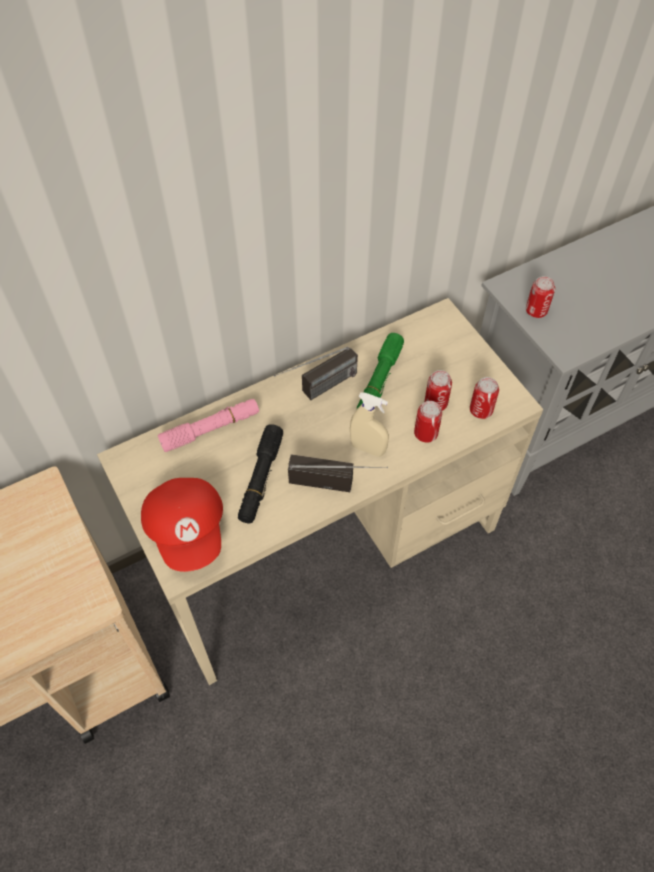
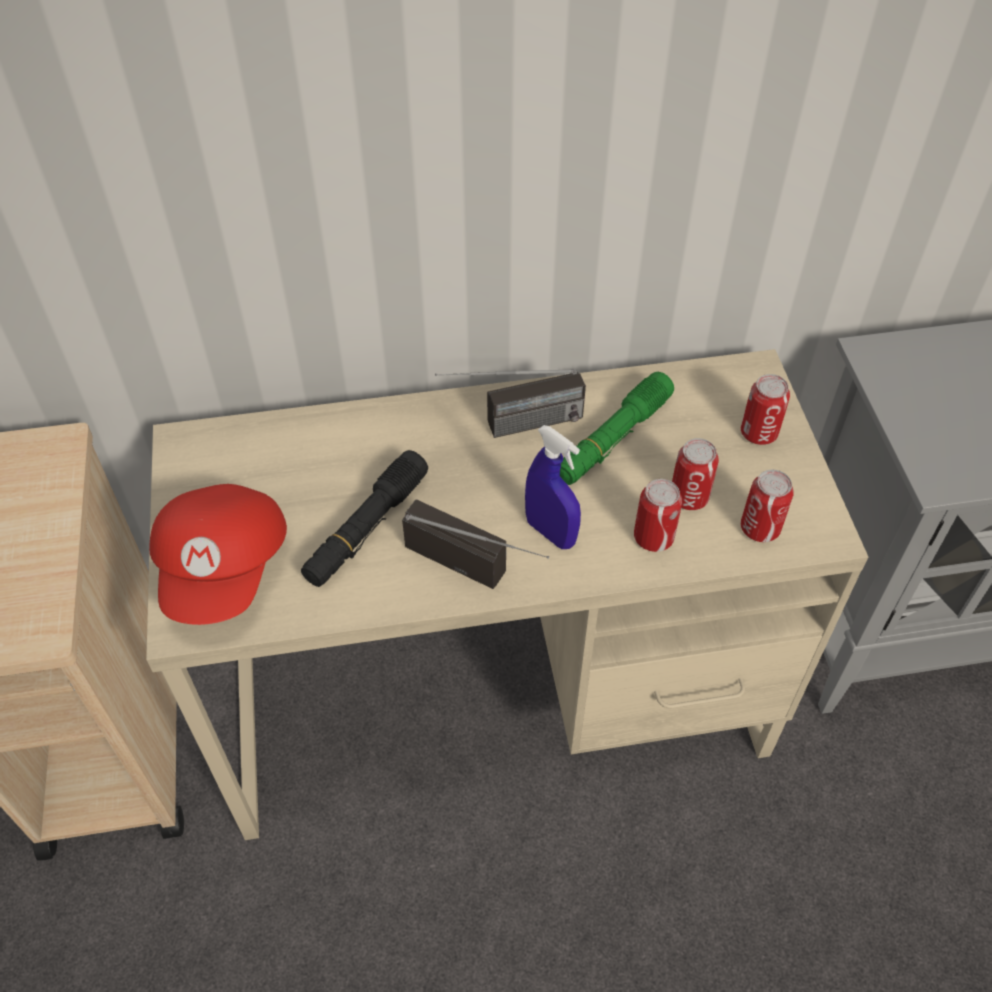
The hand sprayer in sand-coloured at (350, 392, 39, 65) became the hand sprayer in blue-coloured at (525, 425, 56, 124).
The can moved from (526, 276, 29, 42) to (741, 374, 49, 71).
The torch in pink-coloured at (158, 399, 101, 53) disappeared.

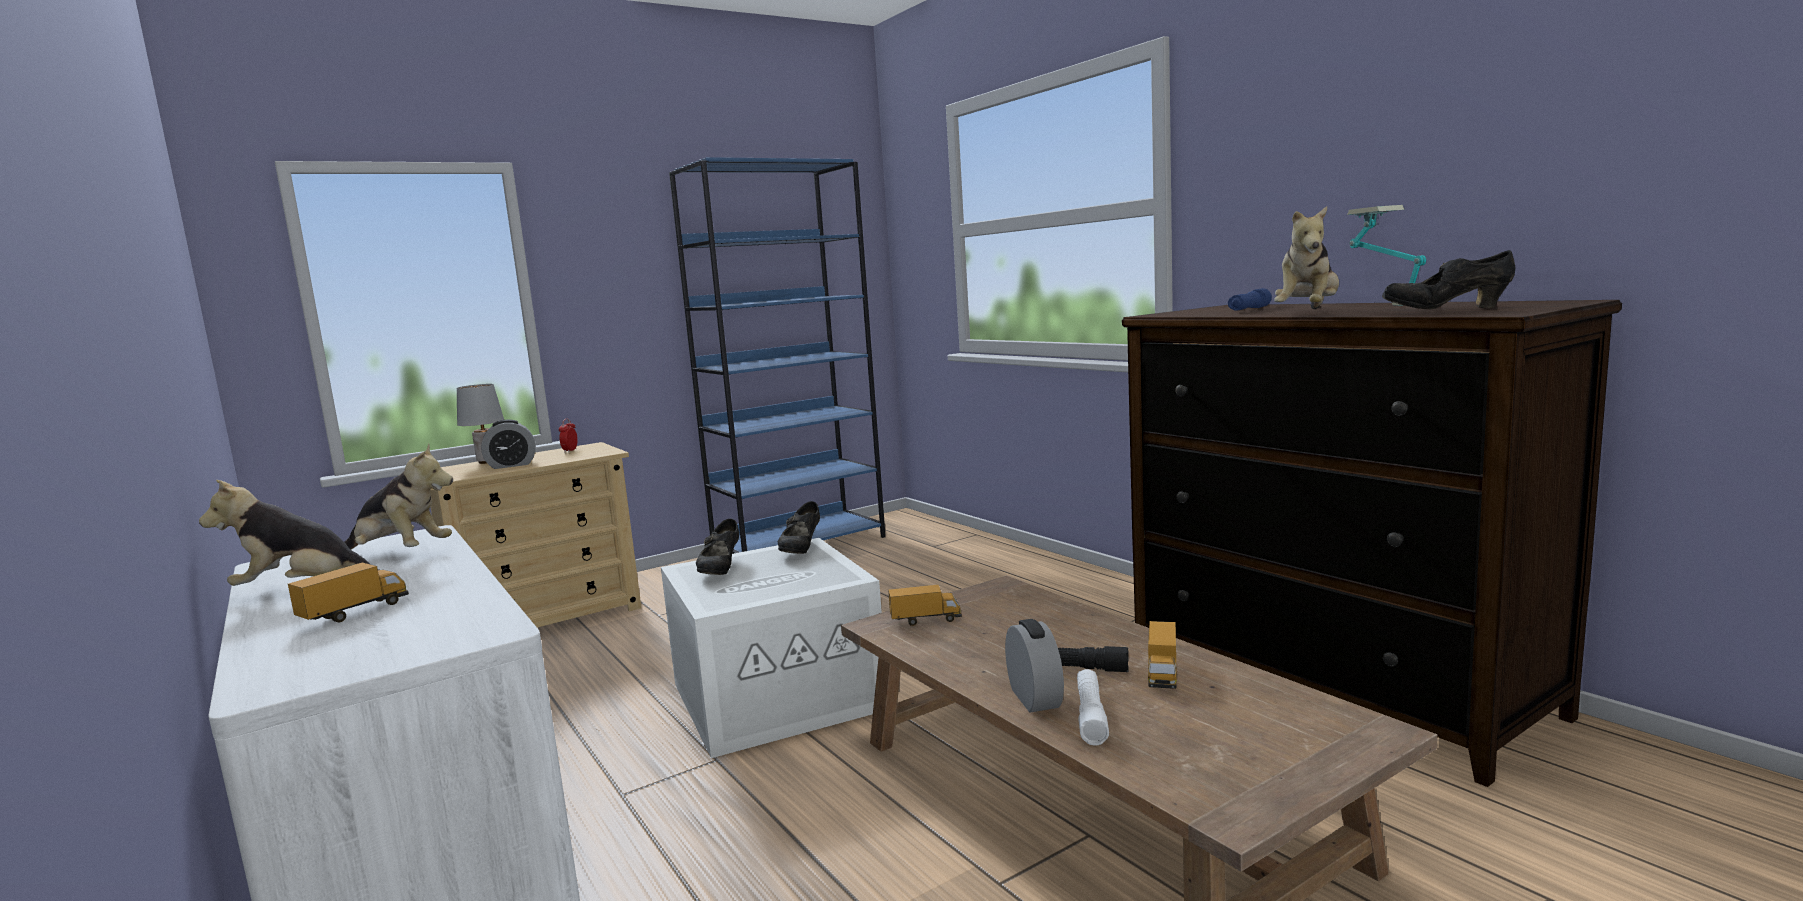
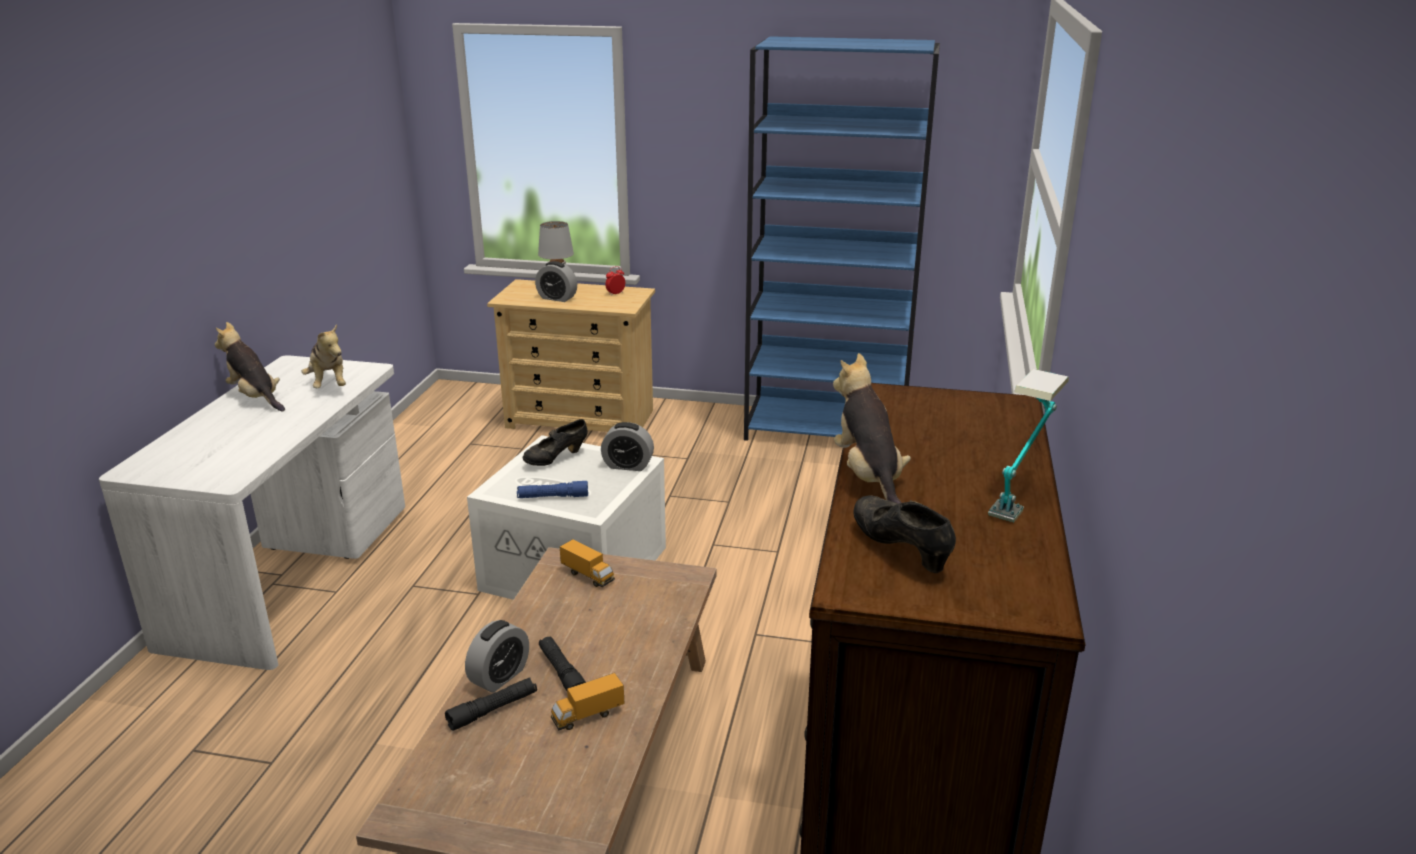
The torch in white-coloured at (1077, 669, 32, 77) became the torch in black-coloured at (445, 677, 92, 54).
The torch in blue-coloured moved from (1228, 288, 44, 23) to (517, 481, 71, 17).
The low shoe in black-coloured at (778, 501, 42, 53) was replaced by the alarm clock at (601, 422, 53, 49).
The soft toy at (1274, 206, 65, 103) turned 90 degrees clockwise.
The toy truck at (288, 563, 121, 59) disappeared.

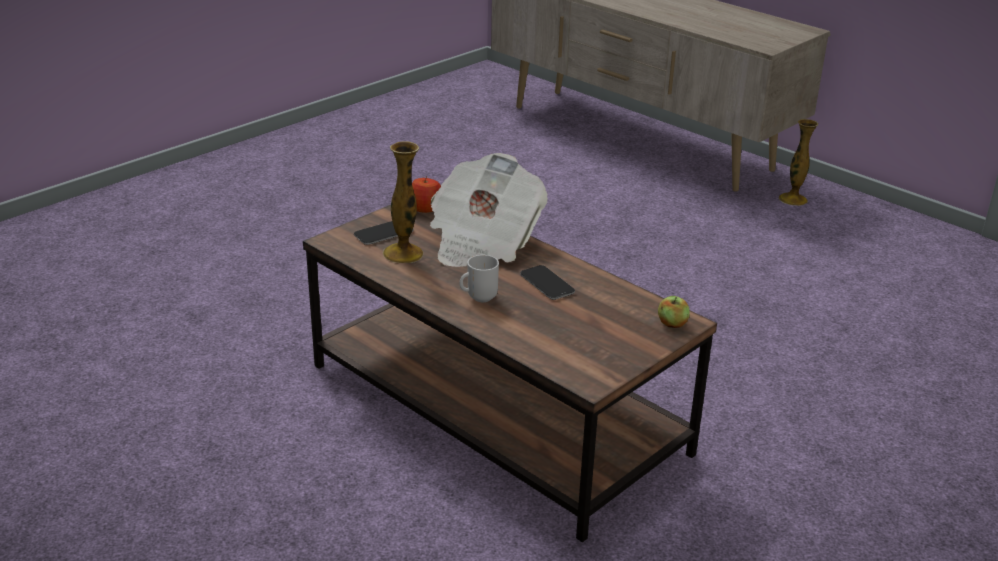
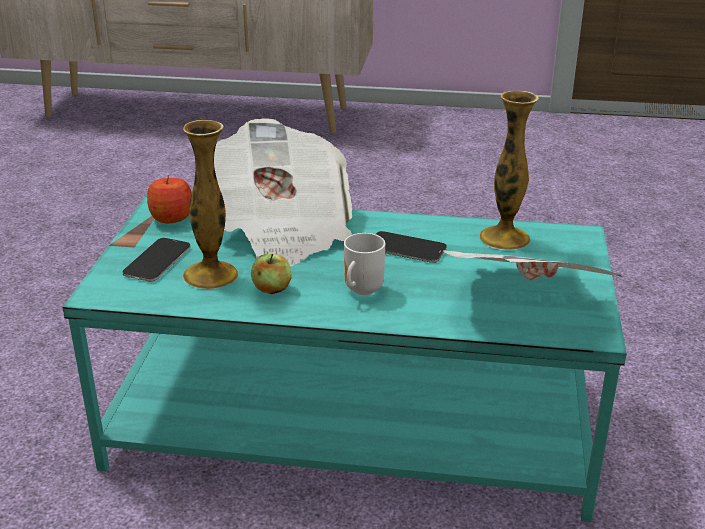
The low table in brownish at (303, 205, 414, 337) became the low table in turquoise at (63, 196, 564, 326).
The apple moved from (658, 296, 32, 32) to (251, 253, 40, 41).
The daily paper at (443, 251, 179, 29) appeared.
The vase moved from (779, 119, 39, 87) to (480, 91, 59, 159).

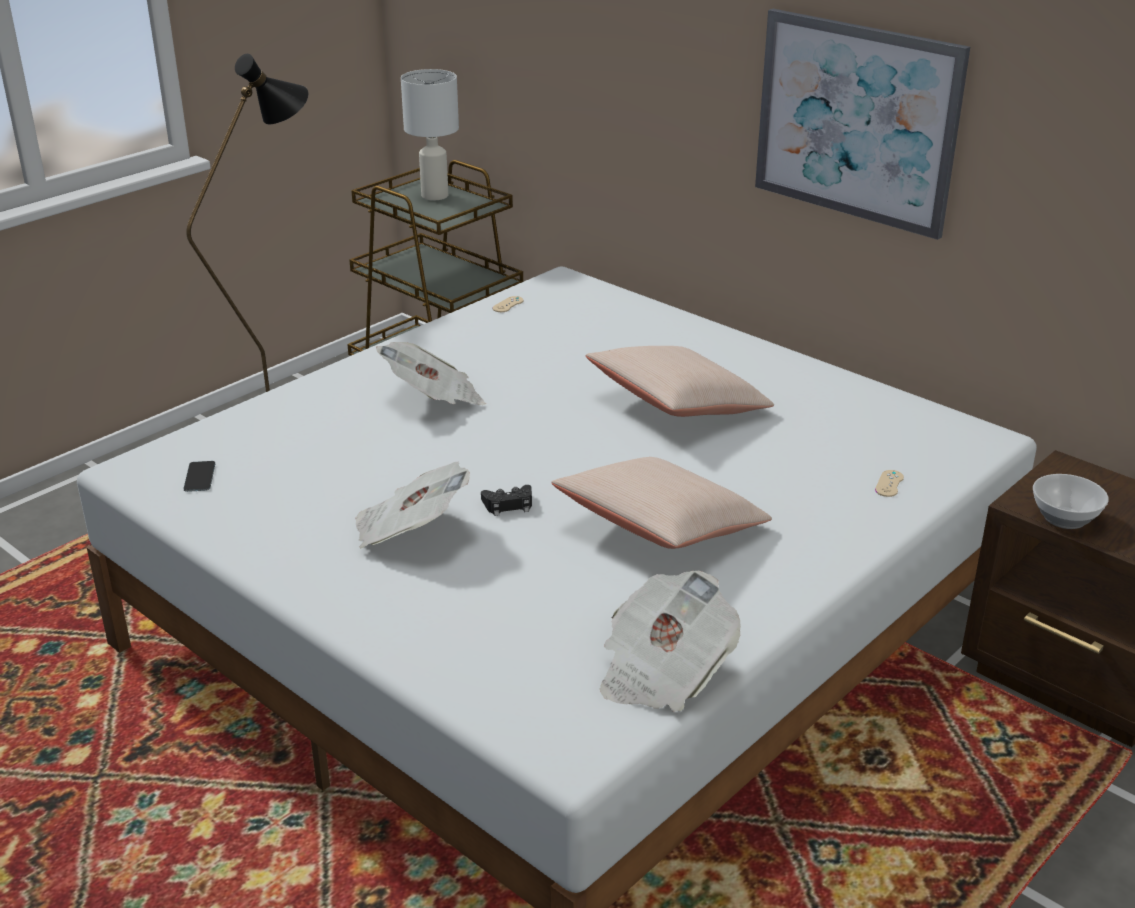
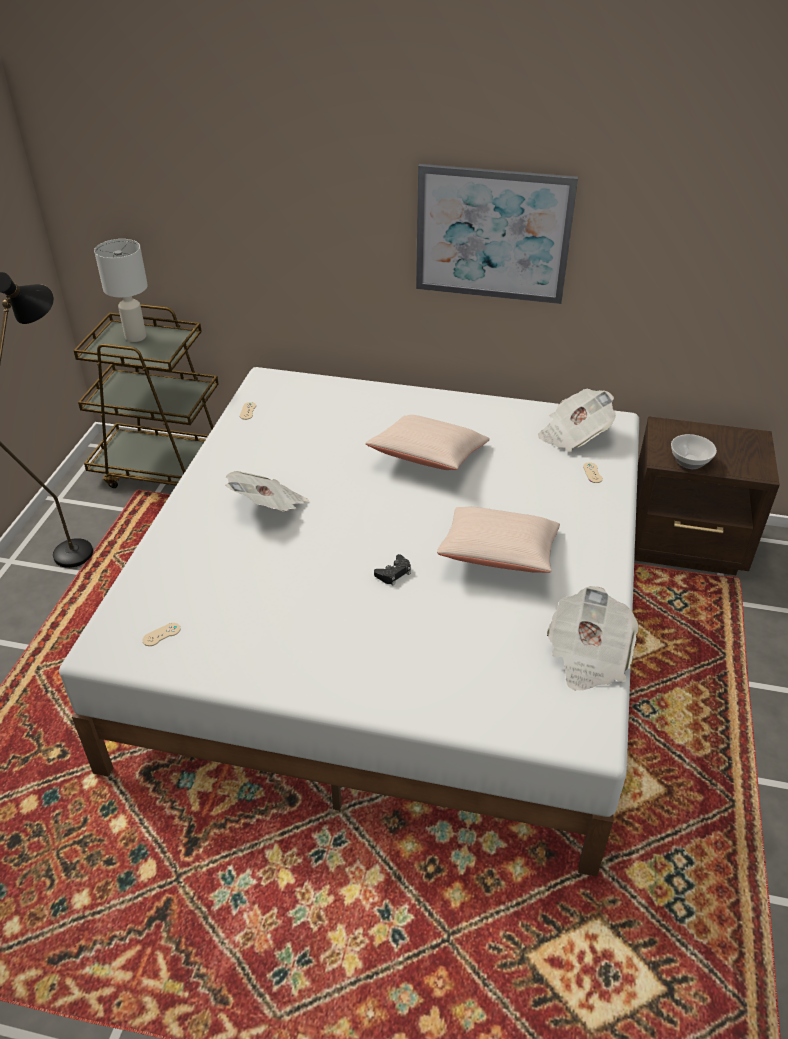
The handset at (183, 461, 32, 31) was replaced by the joypad in sand-coloured at (142, 623, 38, 23).
The daily paper moved from (355, 462, 115, 87) to (538, 388, 78, 64).

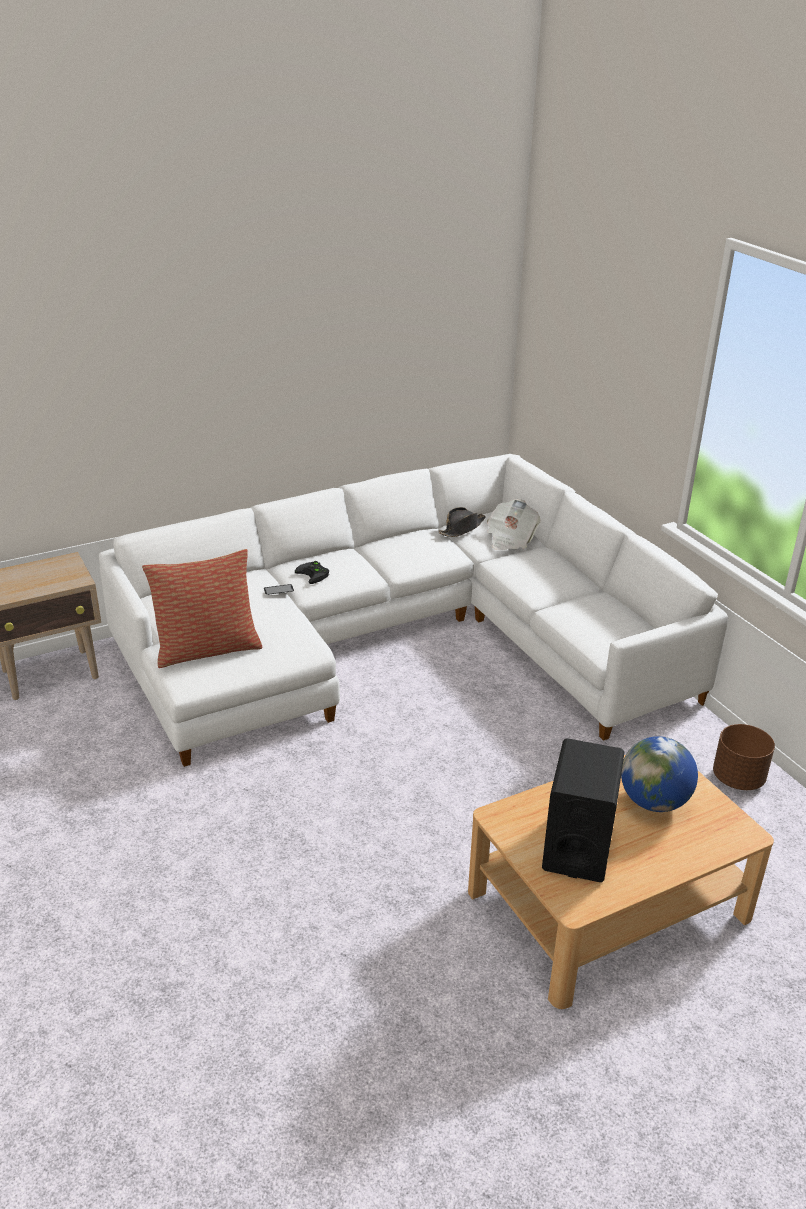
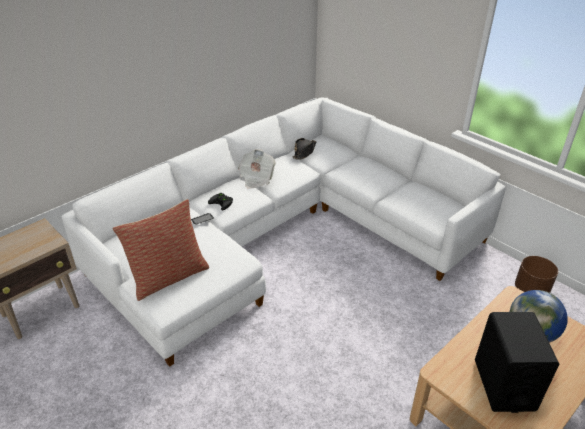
The daily paper moved from (487, 499, 54, 51) to (238, 149, 38, 40).

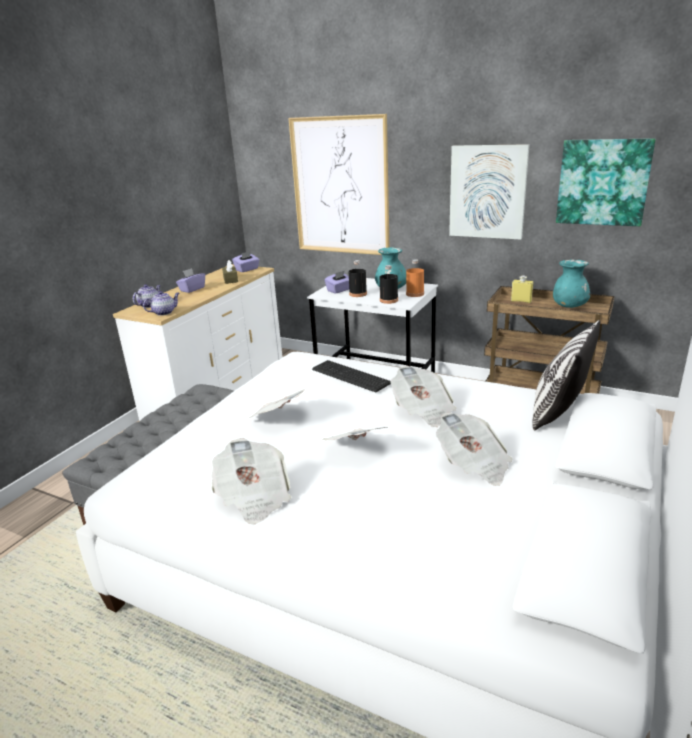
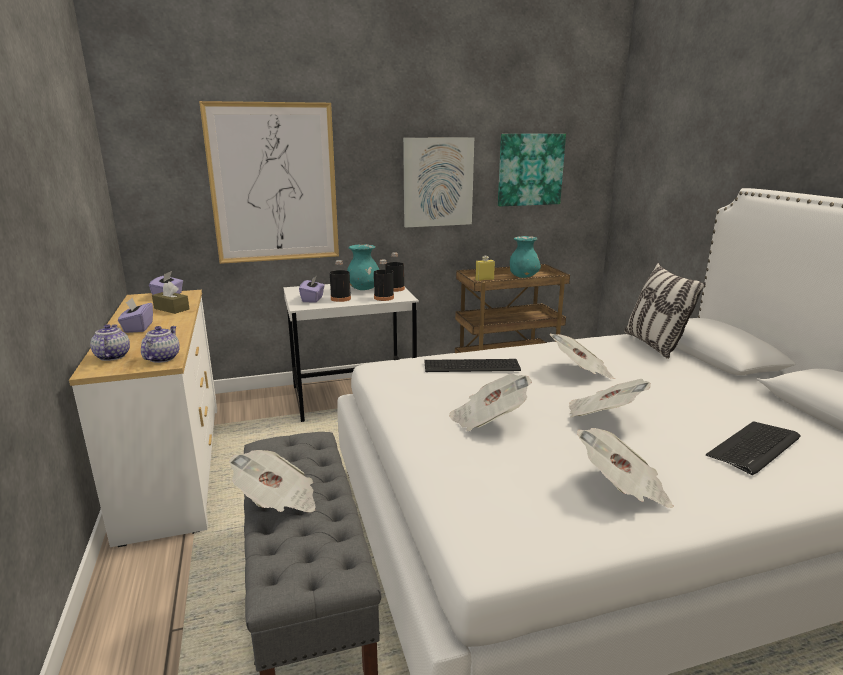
The daily paper moved from (436, 412, 76, 74) to (229, 450, 86, 62).
The beverage bottle in orangey at (406, 259, 18, 38) became the beverage bottle in black-coloured at (386, 252, 19, 40).
The keyboard at (706, 421, 94, 54) appeared.

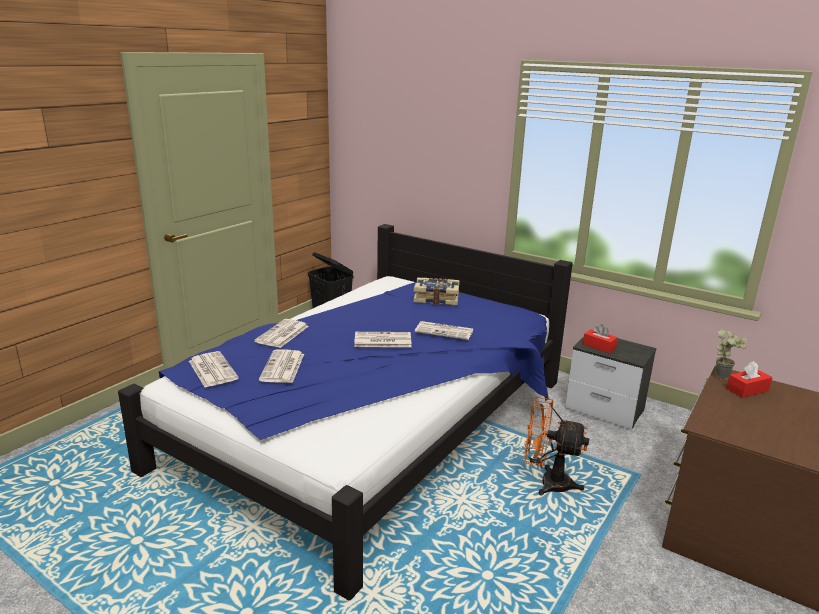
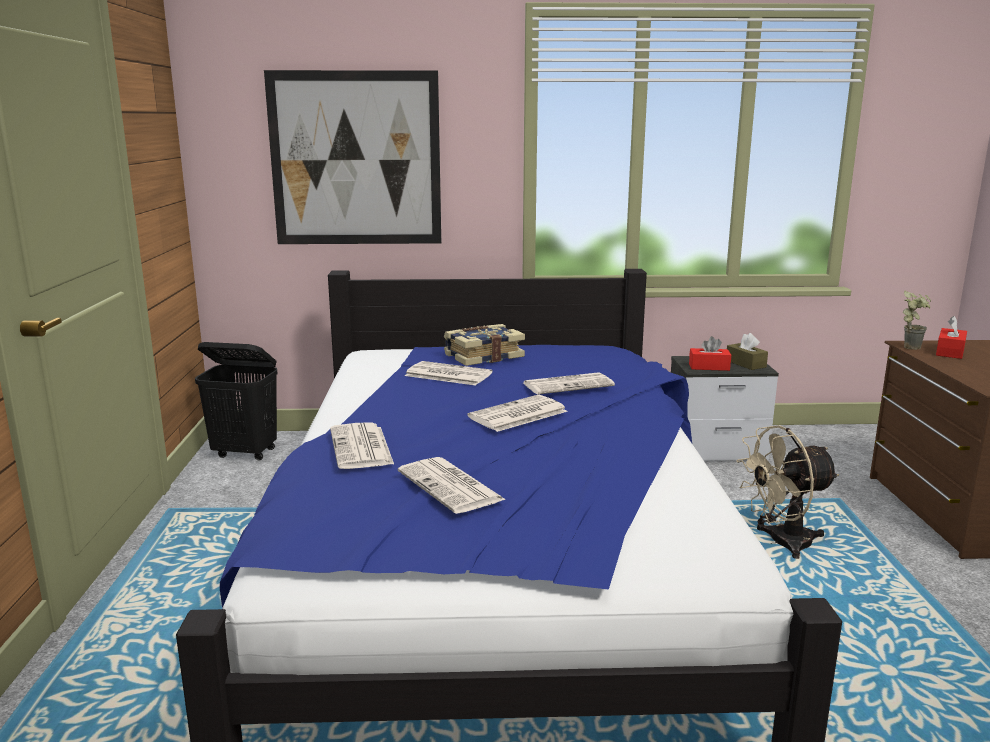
The picture at (264, 70, 177, 174) appeared.
The daily paper moved from (189, 351, 50, 36) to (405, 361, 88, 25).
The tissue box in brownish at (727, 333, 41, 37) appeared.
The fan in orangey at (524, 397, 66, 98) became the fan in sand-coloured at (736, 425, 103, 134).

